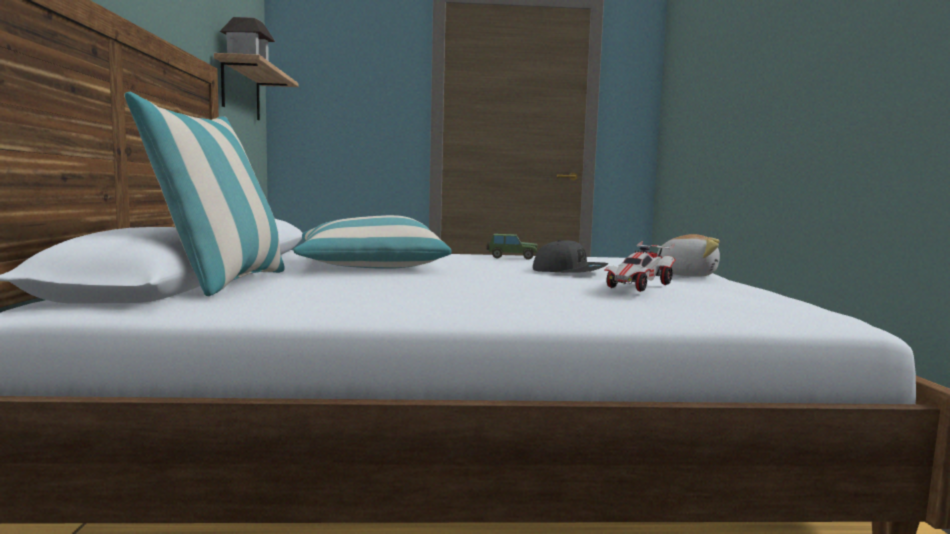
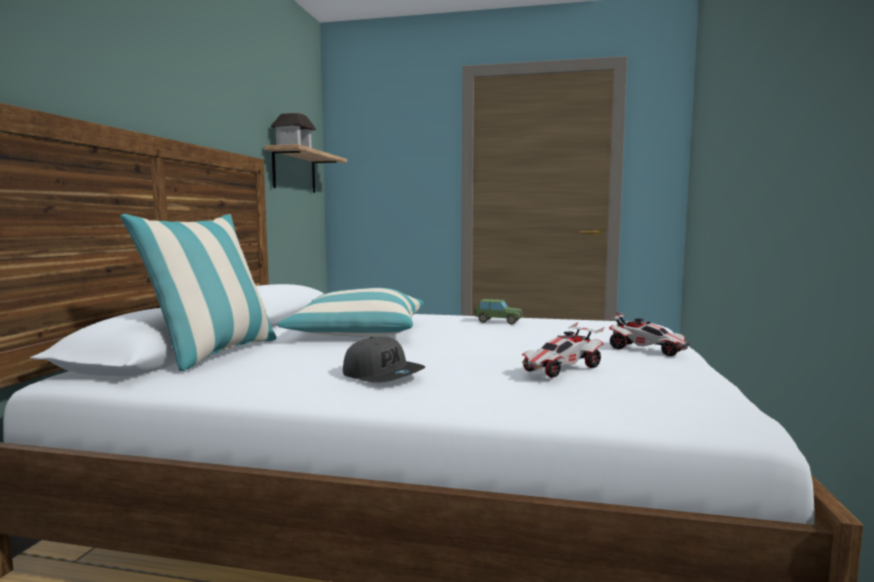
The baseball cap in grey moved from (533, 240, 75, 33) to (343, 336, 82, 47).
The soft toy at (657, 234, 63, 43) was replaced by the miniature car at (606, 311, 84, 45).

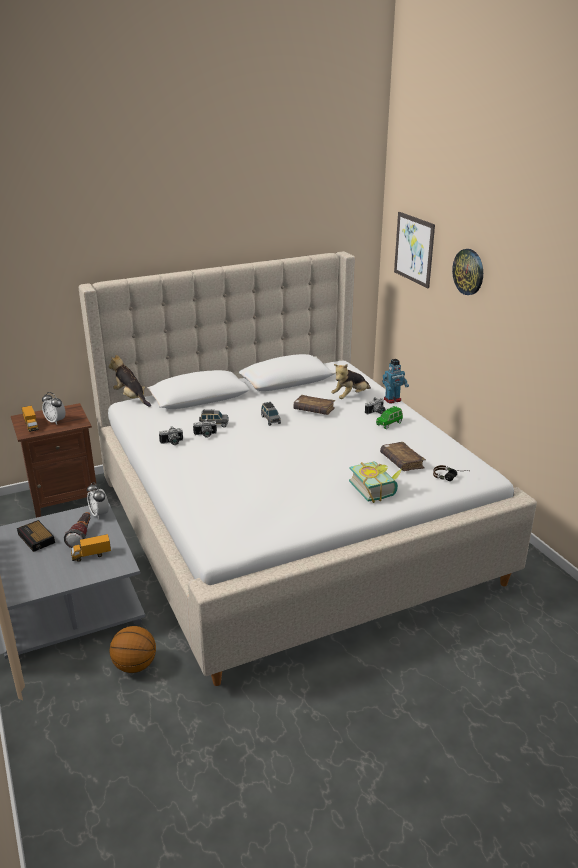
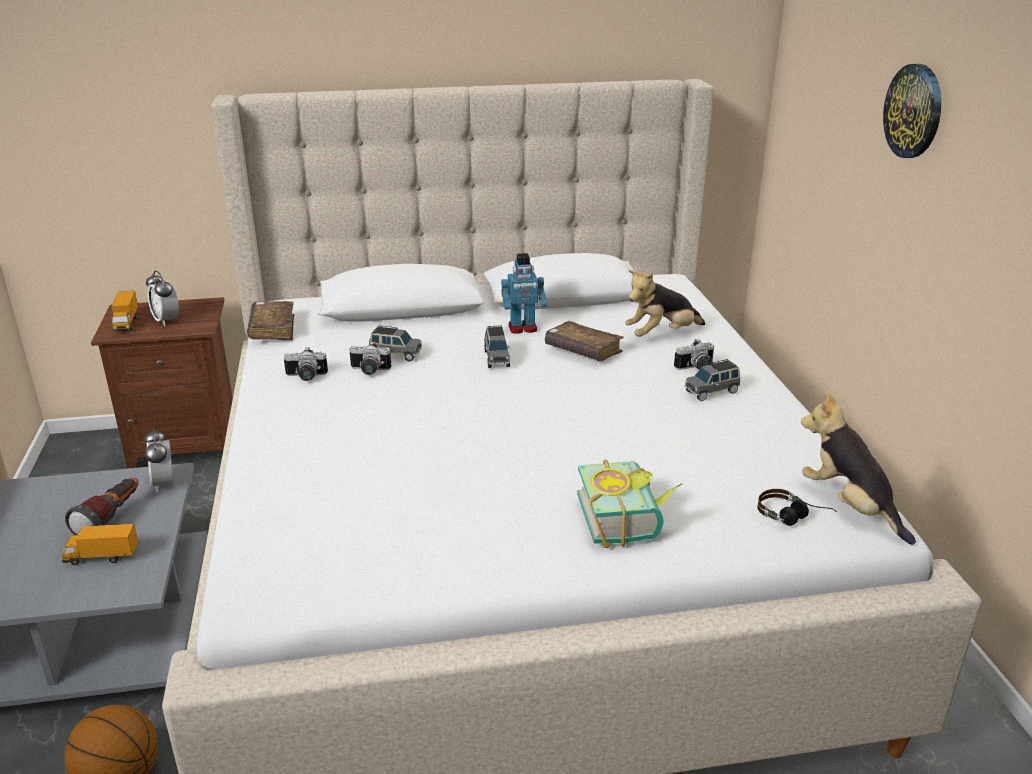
The book in brownish moved from (380, 442, 46, 29) to (247, 301, 47, 40).
The model robot moved from (382, 359, 27, 45) to (501, 253, 46, 81).
The miniature car in greenish at (376, 406, 27, 23) became the miniature car in grey at (685, 359, 55, 42).
The soft toy moved from (109, 355, 42, 52) to (801, 391, 115, 154).
The alarm clock at (17, 520, 38, 32) disappeared.
The picture at (394, 212, 41, 76) disappeared.

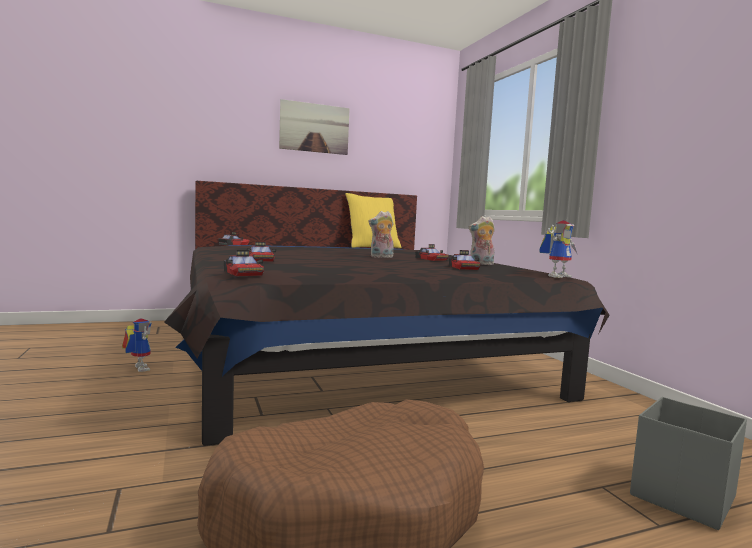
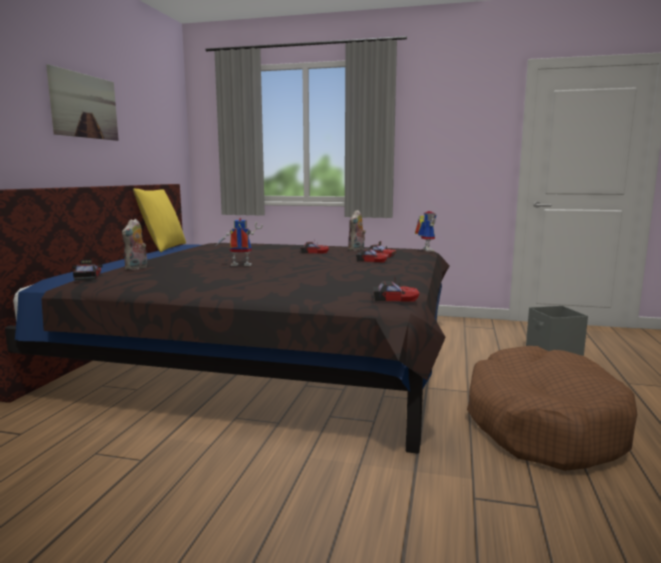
The soft toy moved from (368, 211, 26, 47) to (122, 219, 25, 51).
The model robot moved from (122, 318, 30, 54) to (216, 218, 47, 48).
The miniature car moved from (247, 241, 29, 21) to (356, 246, 33, 16).

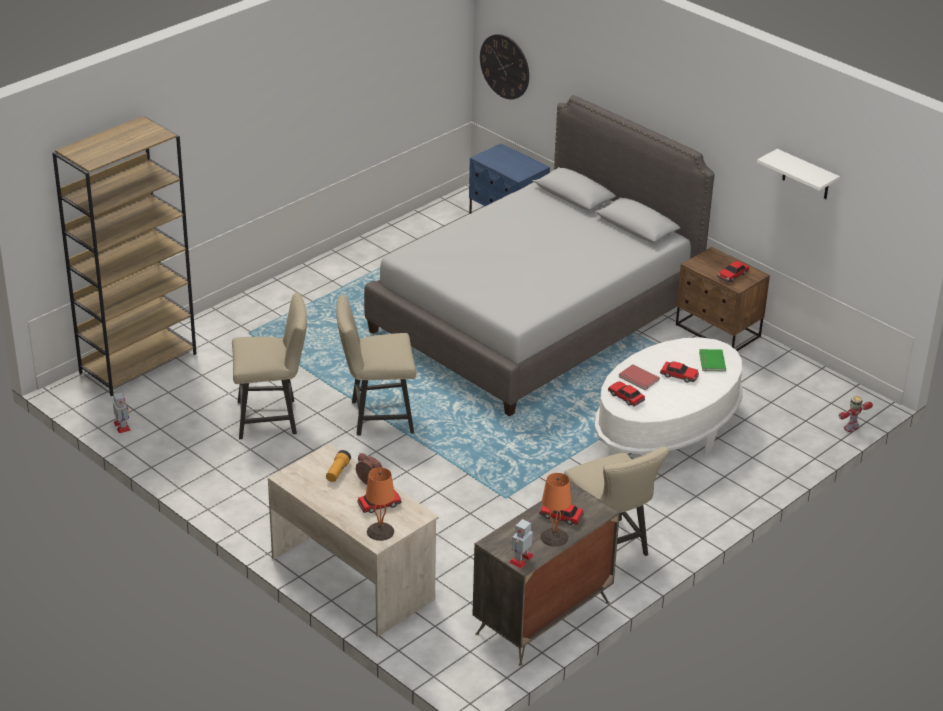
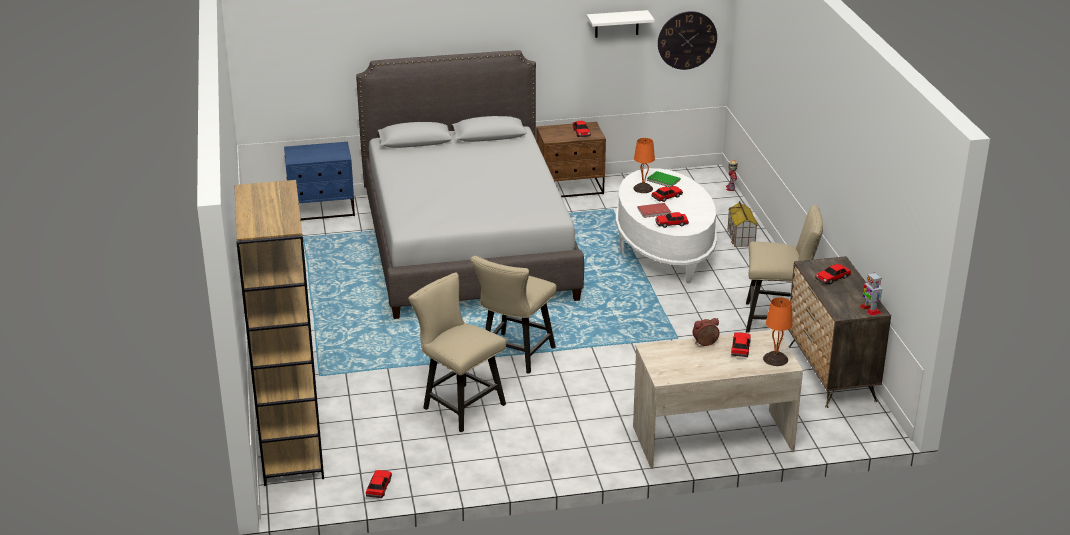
The model robot at (113, 392, 18, 41) was replaced by the miniature car at (366, 470, 26, 28).
The upright chair in sand-coloured at (232, 292, 75, 147) turned 75 degrees counterclockwise.
The lamp for a table in orangey moved from (541, 473, 30, 74) to (633, 138, 22, 55).
The wall clock moved from (480, 34, 49, 65) to (658, 11, 59, 59).
The miniature house at (728, 201, 30, 46) appeared.
The torch at (326, 450, 25, 32) disappeared.

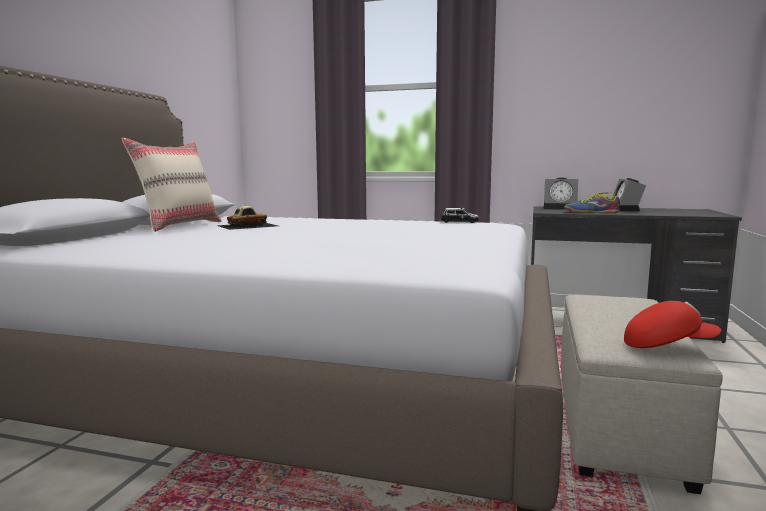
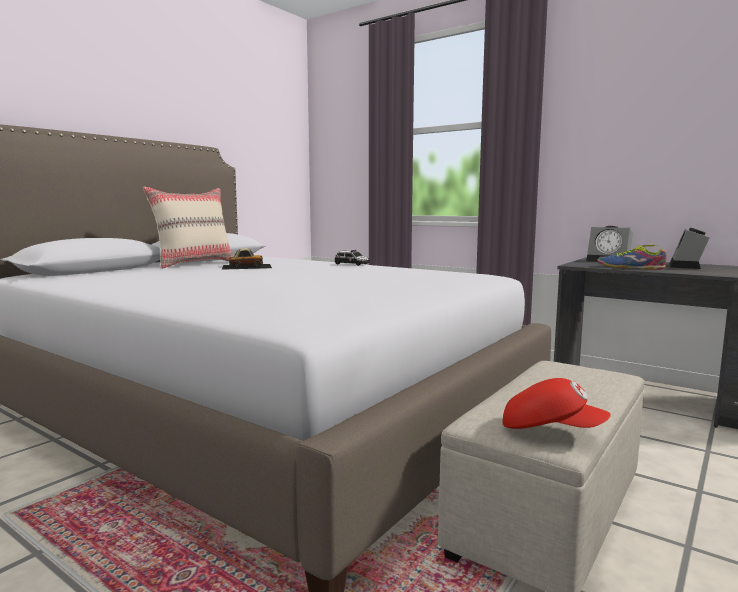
The miniature car moved from (441, 206, 39, 17) to (335, 250, 35, 16).

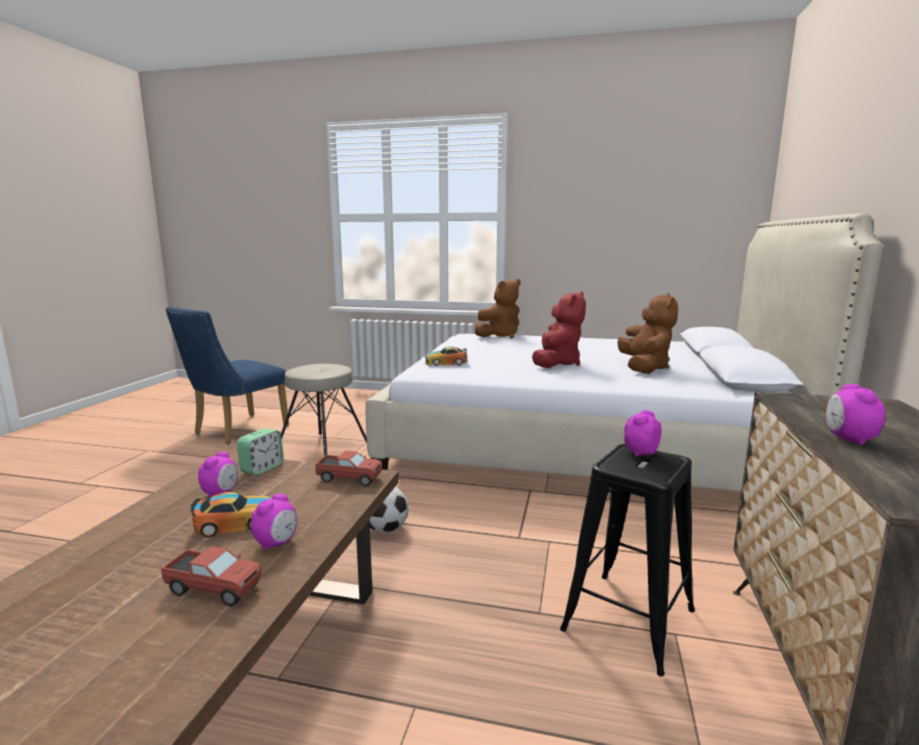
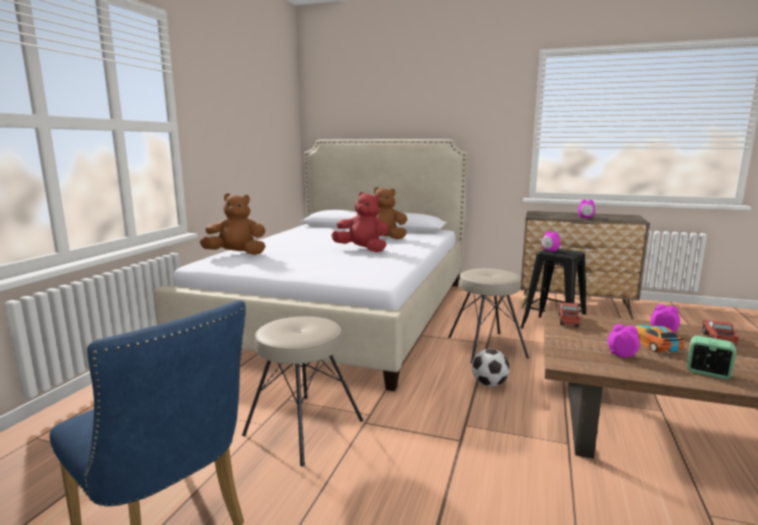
The soft toy in brownish at (475, 279, 46, 60) turned 60 degrees counterclockwise.
The stool in sand-coloured at (448, 268, 81, 96) appeared.
The alarm clock moved from (237, 428, 47, 47) to (687, 336, 49, 43).
The miniature car at (425, 346, 43, 20) disappeared.

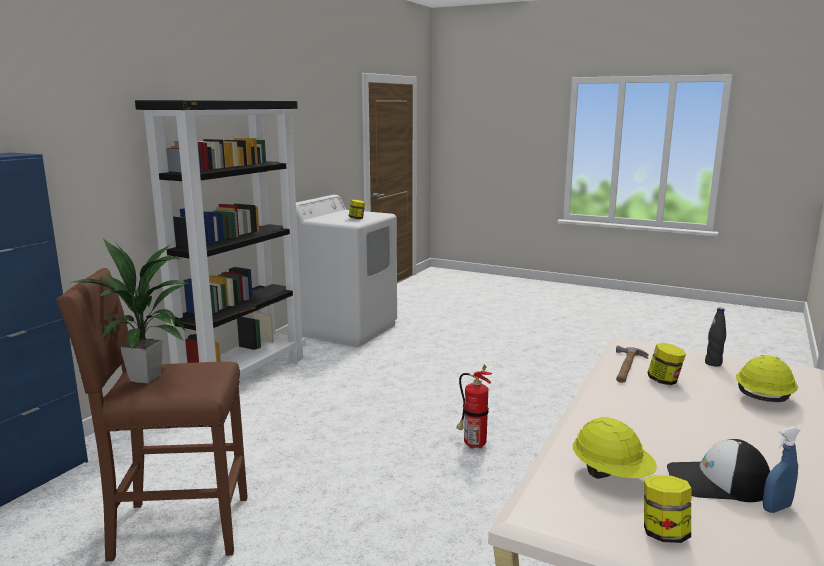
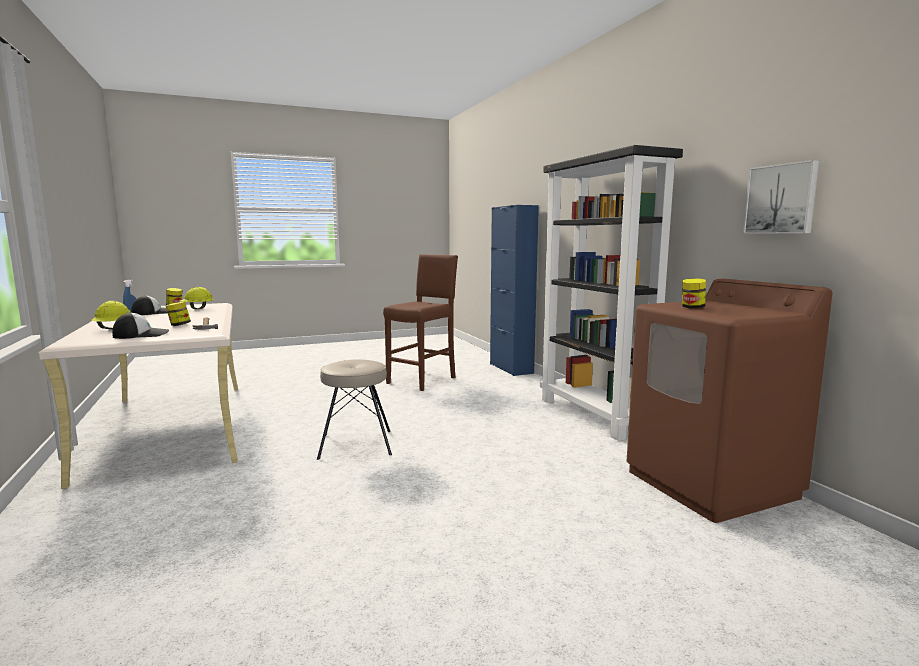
The beverage bottle in black-coloured at (705, 308, 21, 59) was replaced by the baseball cap at (112, 312, 57, 27).
The fire-fighting cylinder at (456, 365, 36, 84) was replaced by the stool in sand-coloured at (317, 360, 75, 100).
The laundry machine in white-coloured at (296, 195, 101, 152) became the laundry machine in brownish at (626, 279, 206, 244).
The picture at (743, 160, 76, 74) appeared.
The plant in a pot at (68, 238, 120, 145) disappeared.

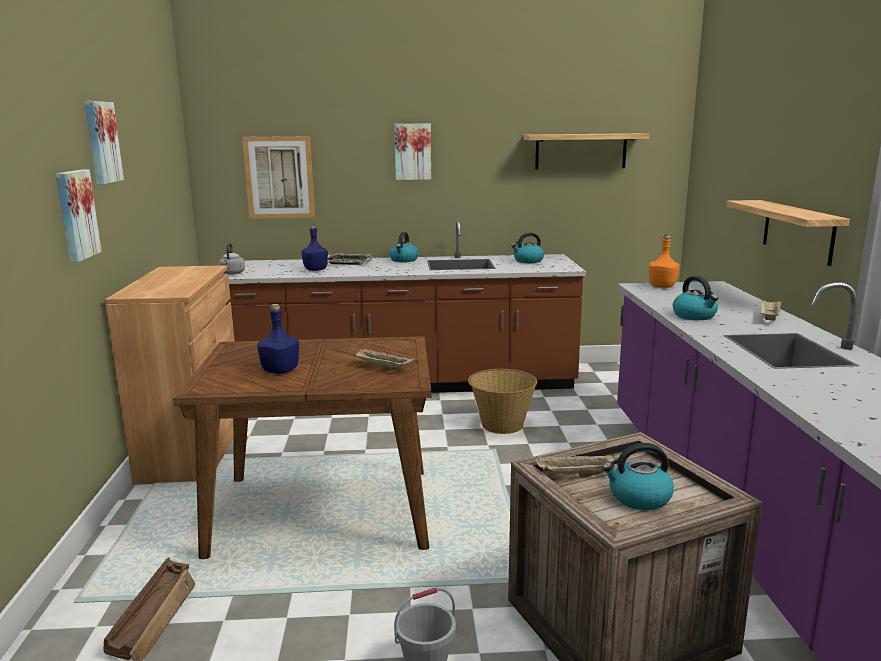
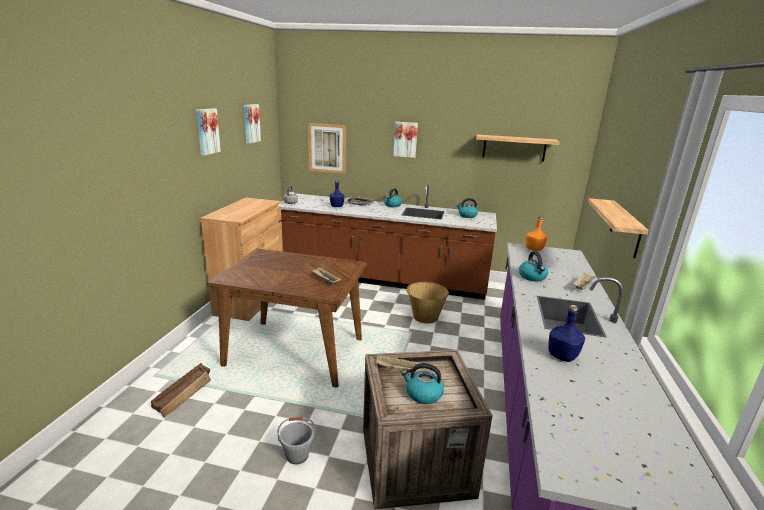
The picture moved from (56, 170, 46, 92) to (244, 104, 17, 40).
The beverage bottle in blue-coloured moved from (257, 304, 42, 70) to (548, 305, 37, 57).

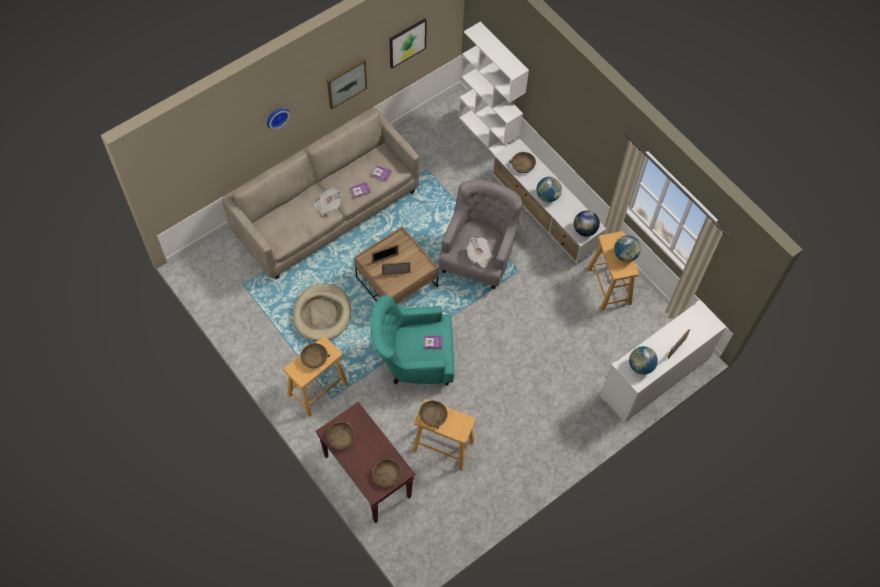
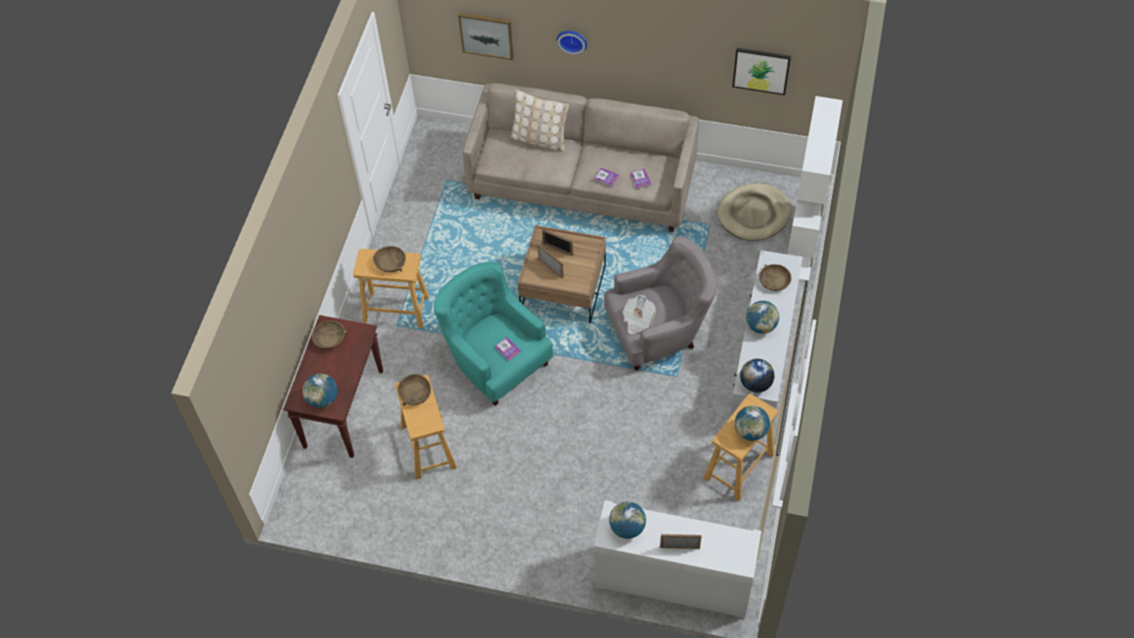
The serving bowl in brownish at (371, 459, 31, 28) was replaced by the desk globe at (303, 374, 35, 34).
The picture moved from (327, 59, 40, 50) to (458, 13, 56, 47).
The pillow in sand-coloured at (510, 89, 59, 63) appeared.
The dog bed in sand-coloured moved from (293, 283, 58, 58) to (717, 183, 75, 58).
The daily paper at (314, 188, 28, 27) disappeared.

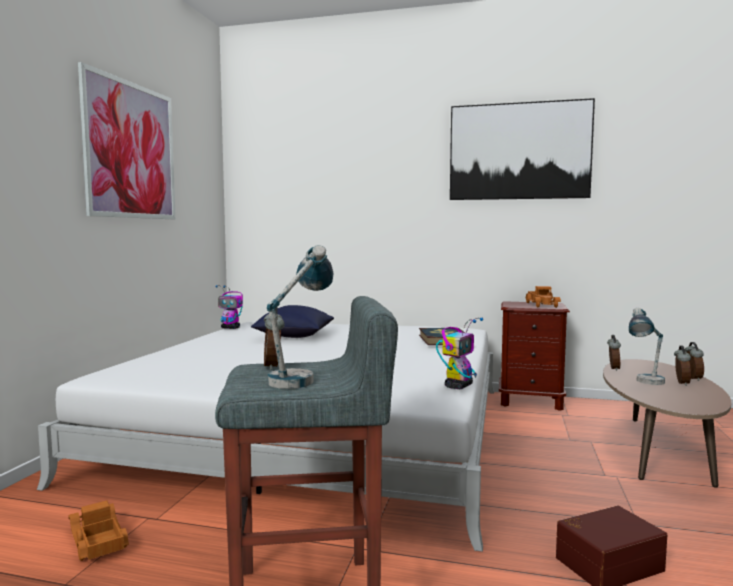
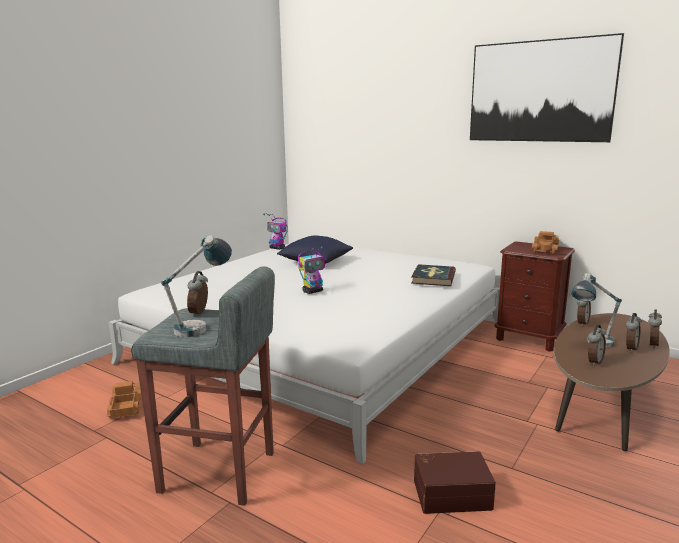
The model robot moved from (436, 318, 47, 71) to (298, 247, 27, 47).
The alarm clock at (588, 324, 18, 42) appeared.
The picture at (78, 62, 98, 157) disappeared.

